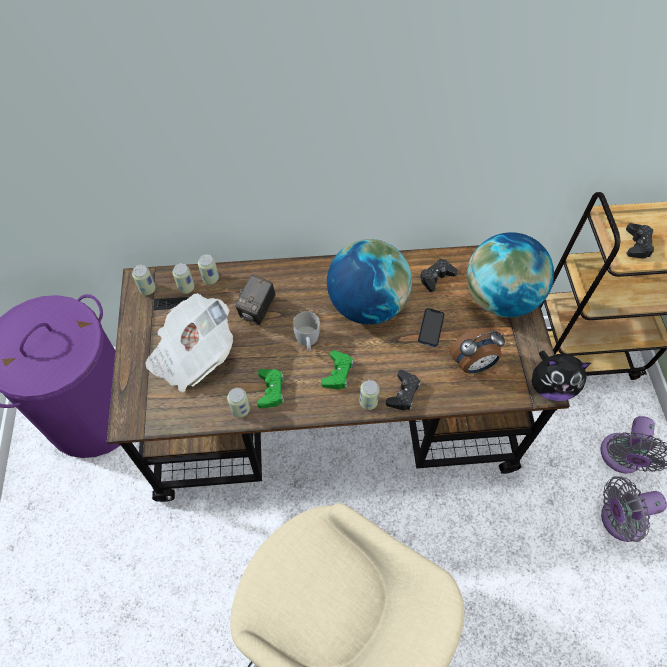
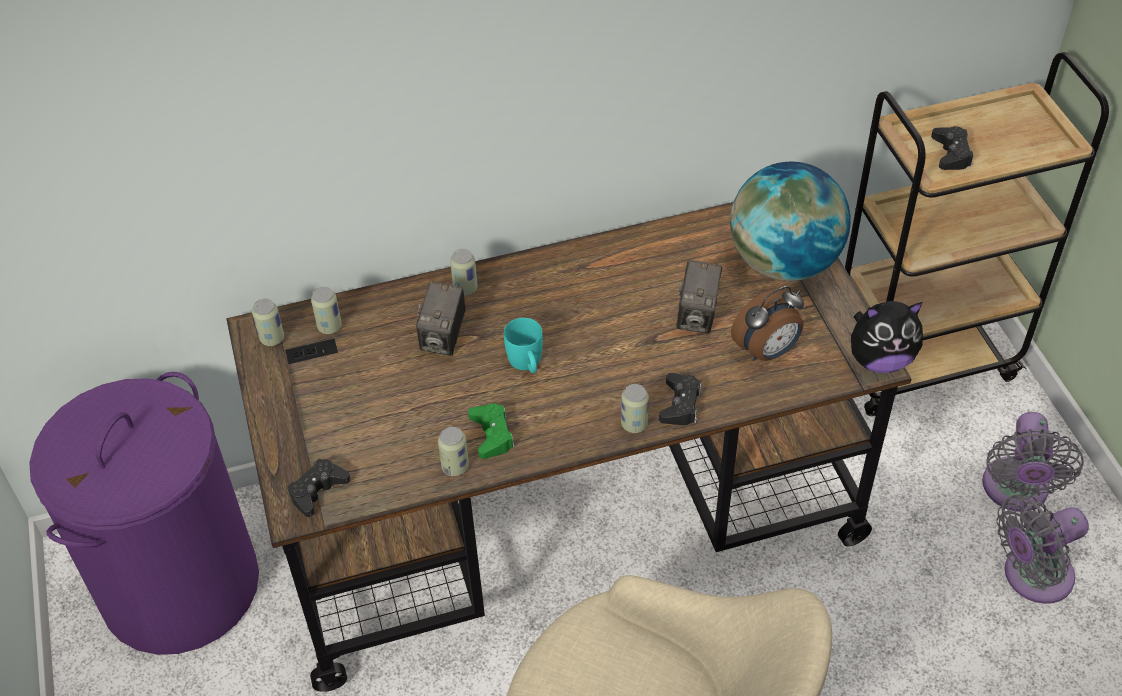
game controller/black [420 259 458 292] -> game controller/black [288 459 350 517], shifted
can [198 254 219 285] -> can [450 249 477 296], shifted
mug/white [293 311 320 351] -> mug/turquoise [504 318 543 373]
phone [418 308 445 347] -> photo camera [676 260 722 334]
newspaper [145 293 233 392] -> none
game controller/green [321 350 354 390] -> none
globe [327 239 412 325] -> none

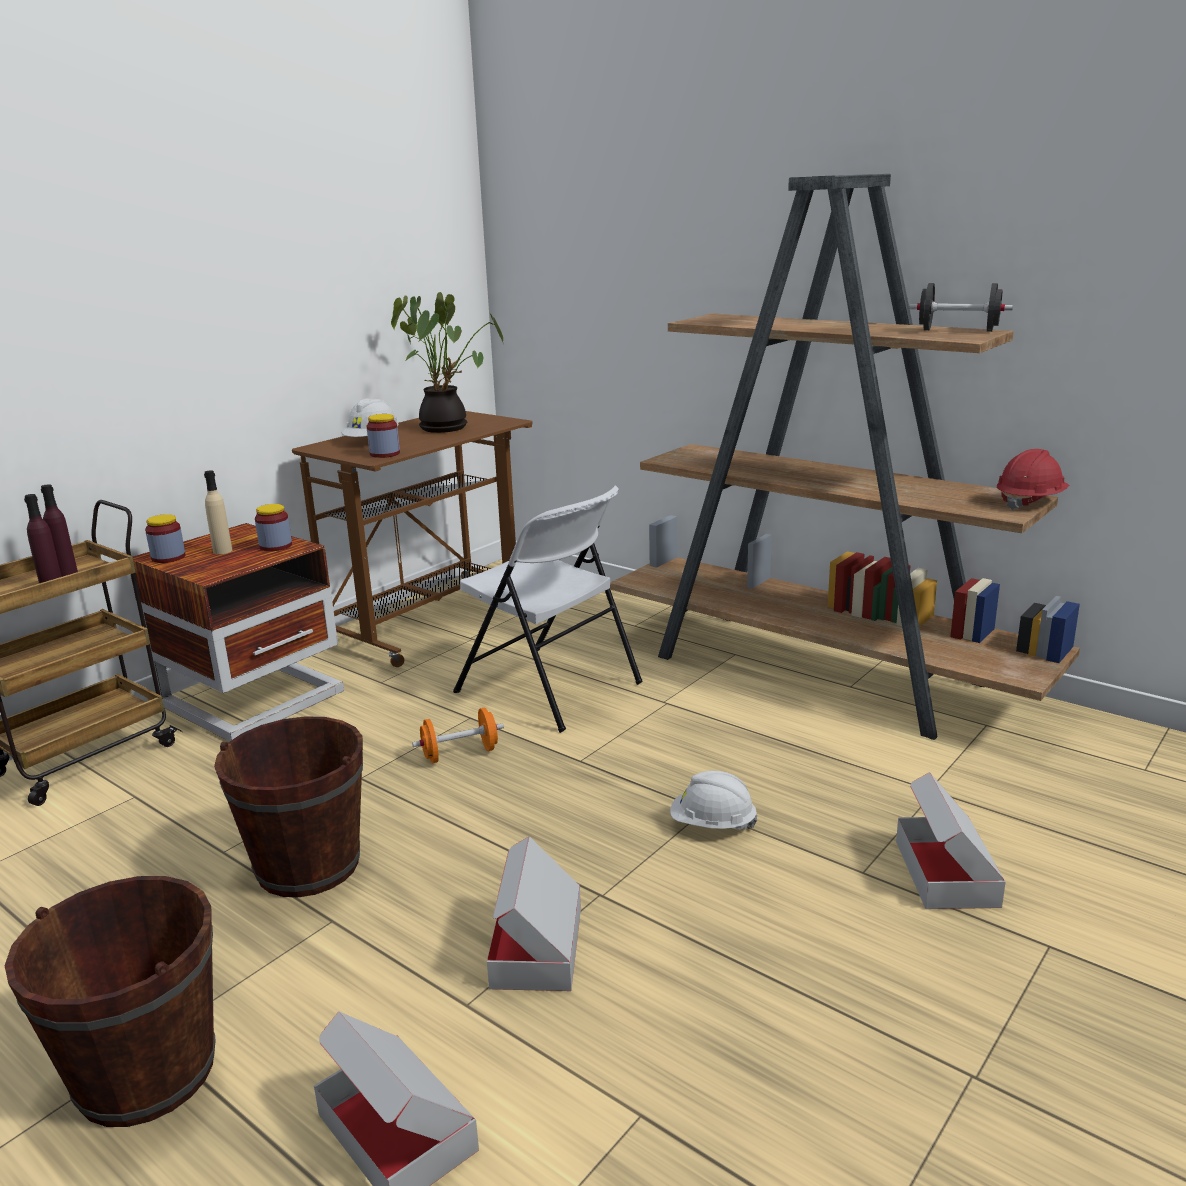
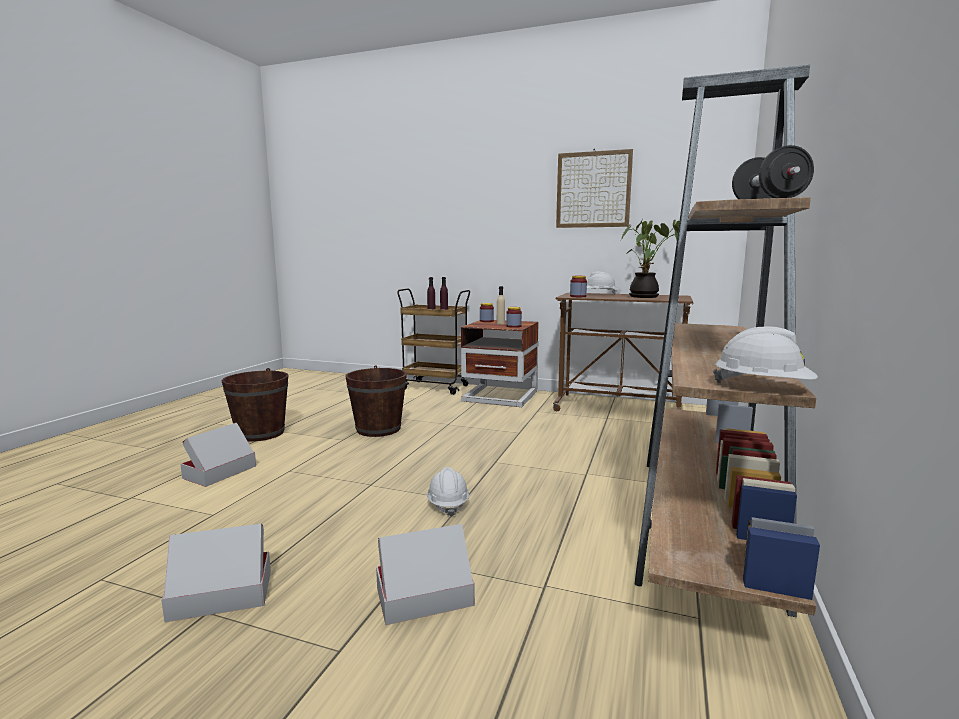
cardboard box [487 836 581 991] -> cardboard box [161 524 271 622], shifted
none -> picture [556 149 633 228]
hard hat/red [997 449 1069 510] -> hard hat/white [713 326 818 383]
dumbbell/orange [412 707 504 763] -> none
chair/white [453 485 643 733] -> none

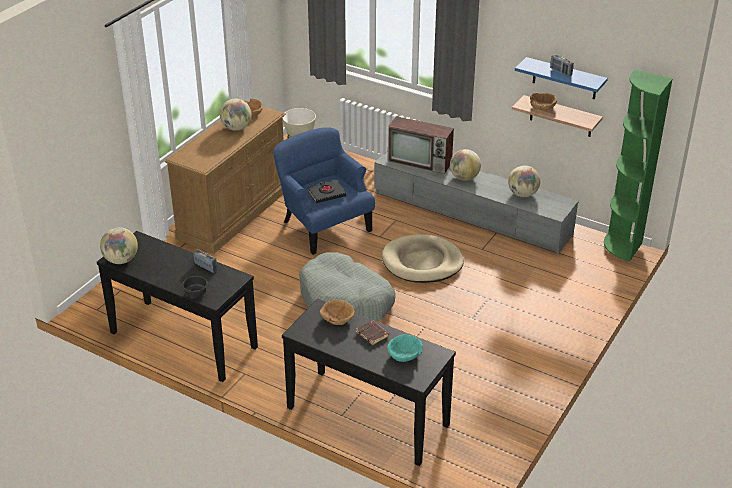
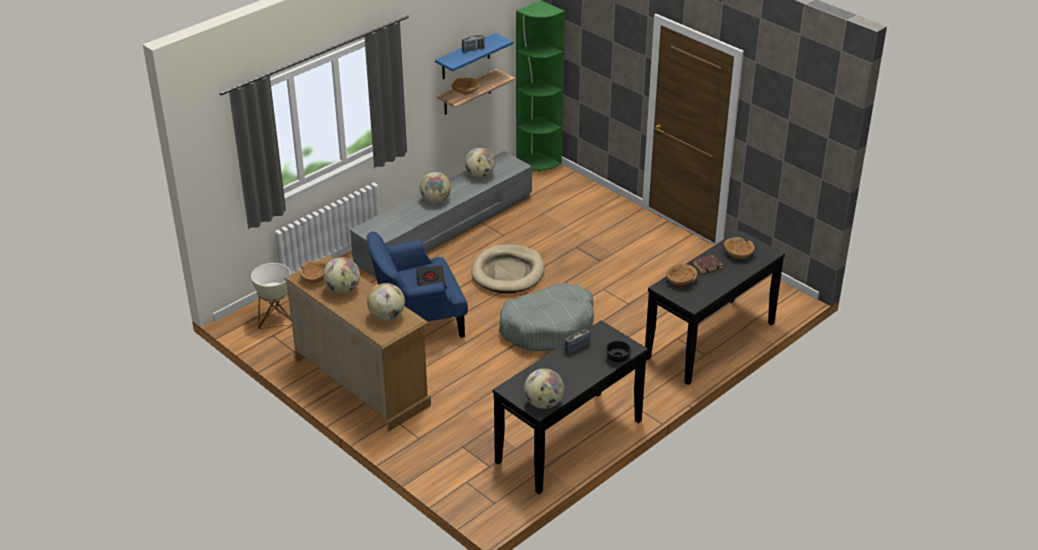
none -> globe [367 283 405 321]
bowl/turquoise [387 334 423 362] -> bowl/brown [724 237 755 259]
television [388 116 454 174] -> none

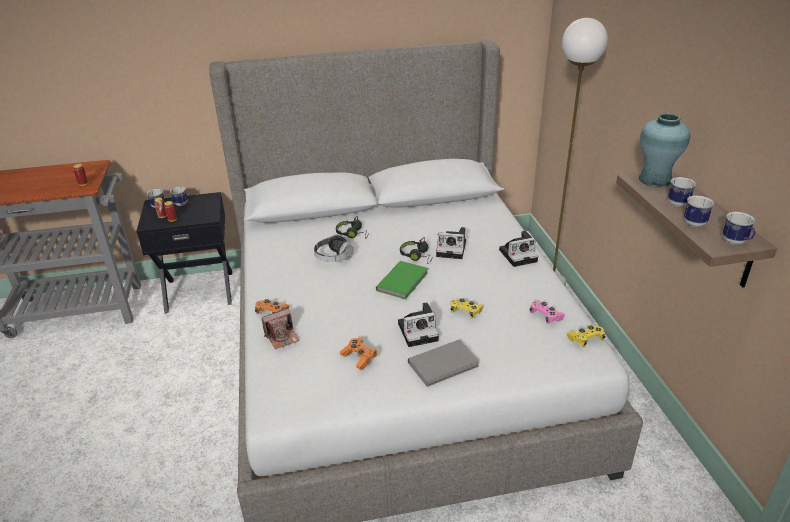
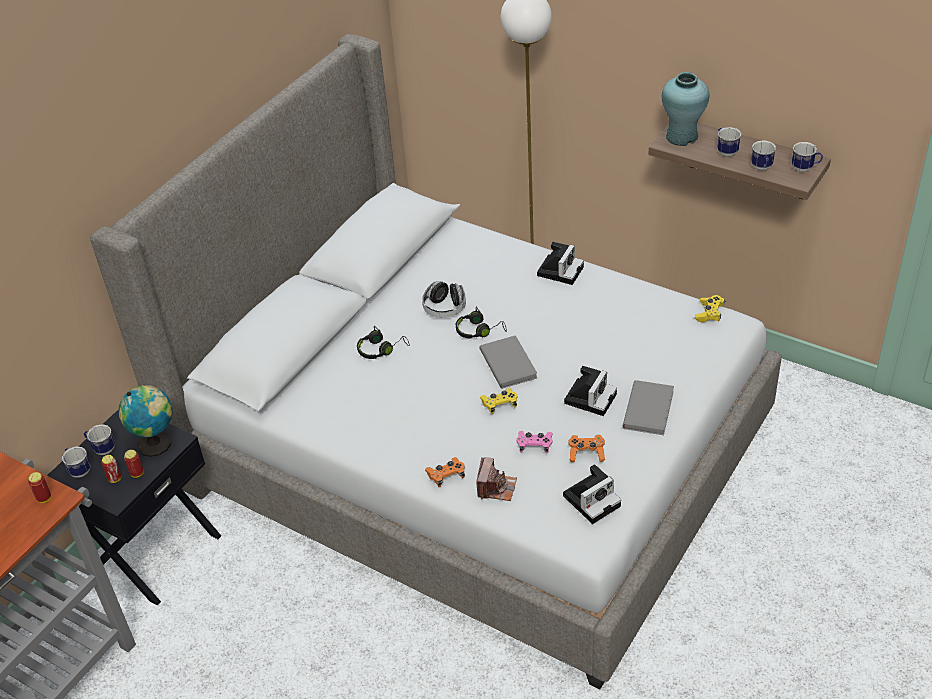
none -> globe [119 385 172 457]
headphones [314 234 353 262] -> headphones [422 281 466 318], shifted
book/green [376 261 428 299] -> book/grey [479 335 537 389]
game controller/yellow [451 298 484 319] -> game controller/yellow [480 388 517 414], shifted
game controller/pink [529 301 565 324] -> game controller/pink [516 431 553 453], shifted
photo camera [436 227 466 259] -> photo camera [563 464 621 524], shifted

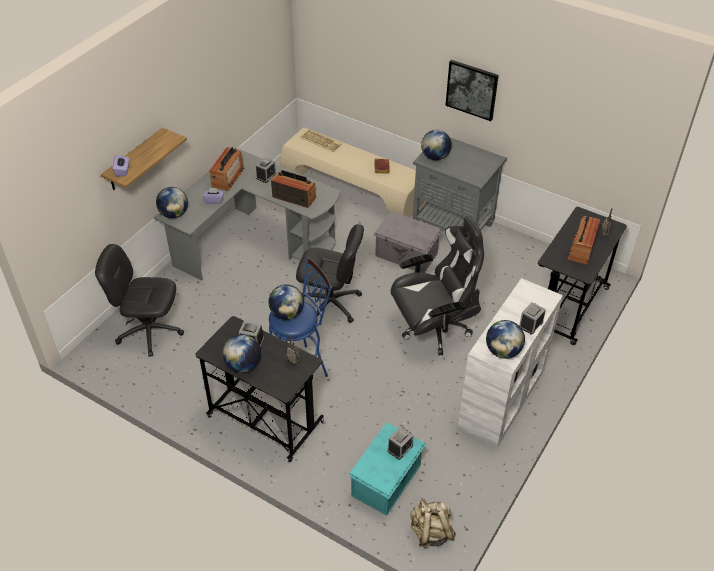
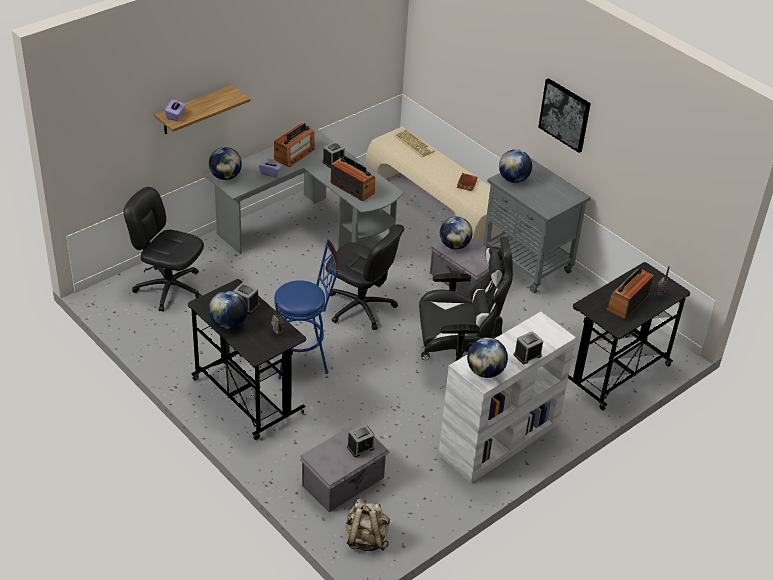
storage box/turquoise [349 423 426 516] -> storage box/grey [300 421 390 512]
globe [268 284 304 320] -> globe [440 217 473 249], shifted

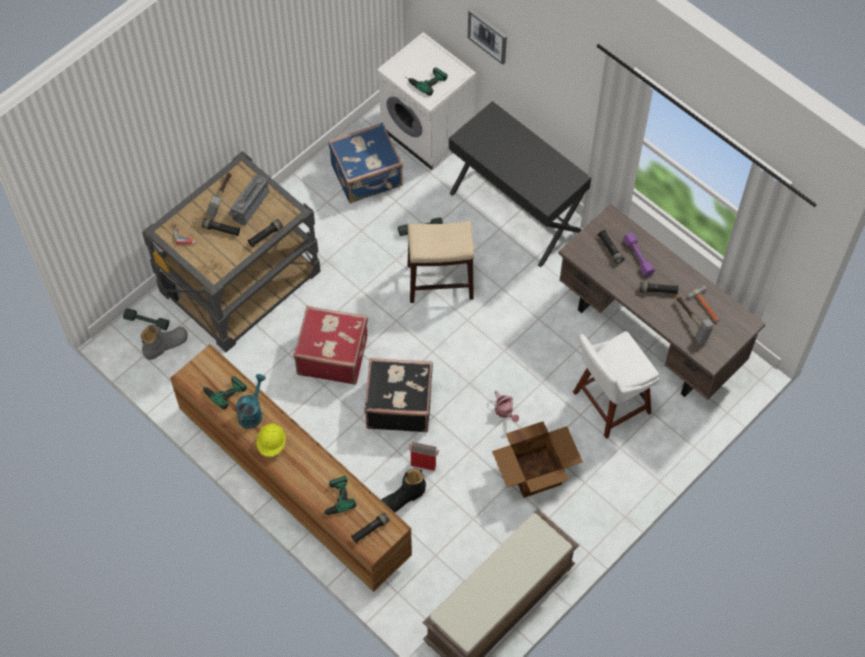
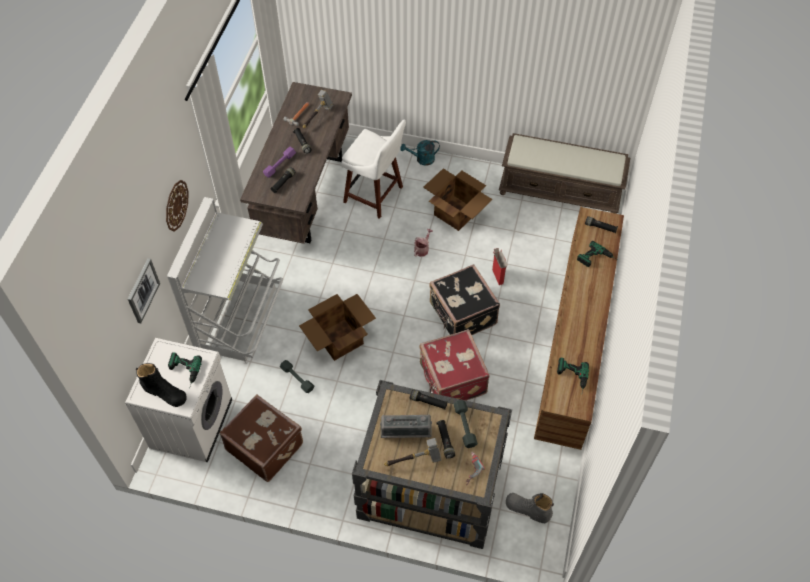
boot/black [381 469 426 512] -> boot/black [136 363 187 407], shifted
none -> wall clock [166 180 189 232]
desk/black [449 101 591 268] -> shoe rack/white [167 197 283 364]
suitcase/blue [328 123 403 203] -> suitcase/brown [219 394 303 482]
stool [408 221 474 303] -> cardboard box [299 294 376 361]
watering can/turquoise [236 374 266 429] -> watering can/turquoise [400 140 440 166], shifted
dumbbell/grey [123 309 169 330] -> dumbbell/grey [454 400 478 448], shifted
hard hat/yellow [257 423 286 457] -> none

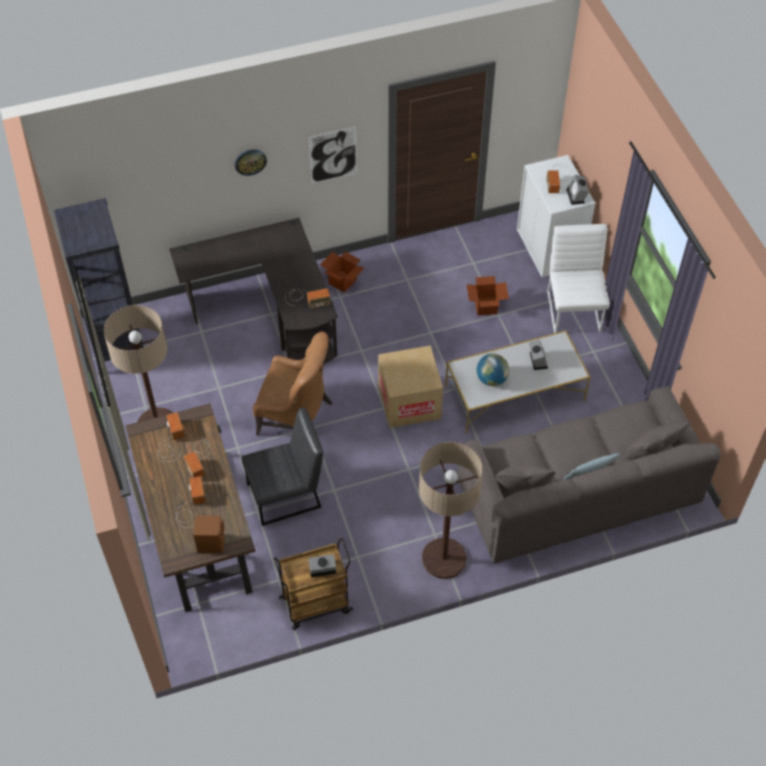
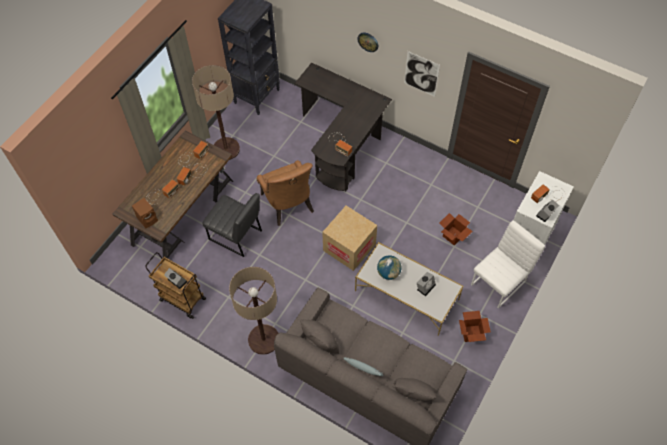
cardboard box [320 252 364 293] -> cardboard box [459 311 491 342], shifted

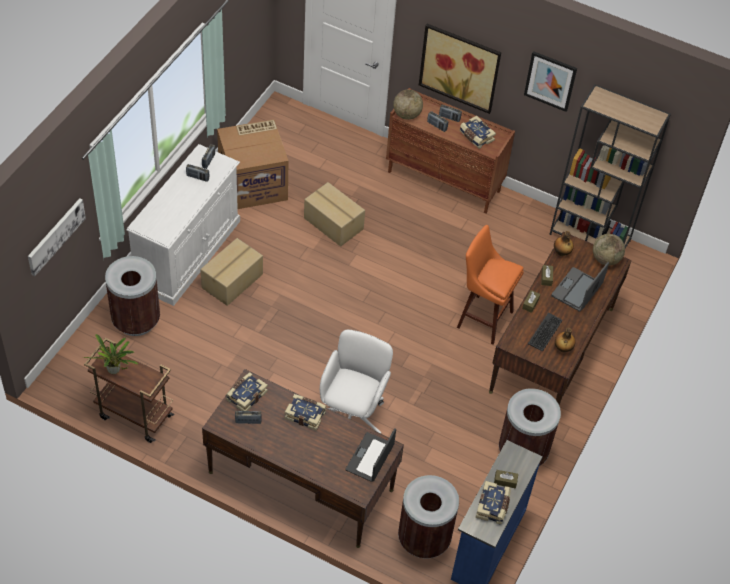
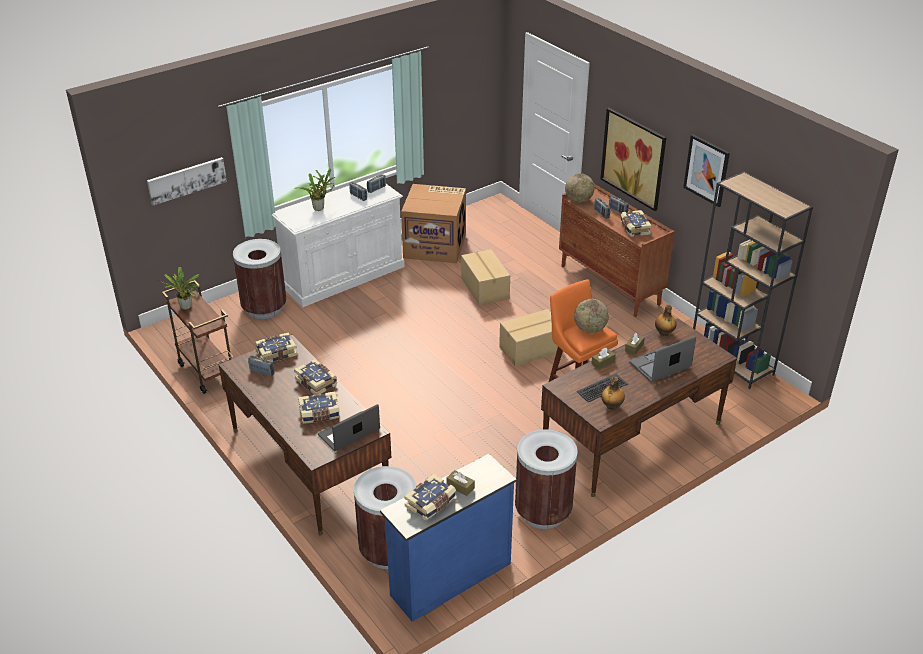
none -> potted plant [294 168 335 211]
none -> book [298 391 340 424]
cardboard box [200 238 263 306] -> cardboard box [499 309 564 366], shifted
globe [593 234 625 266] -> globe [574 299 609 333], shifted
office chair/white [320 330 393 434] -> none

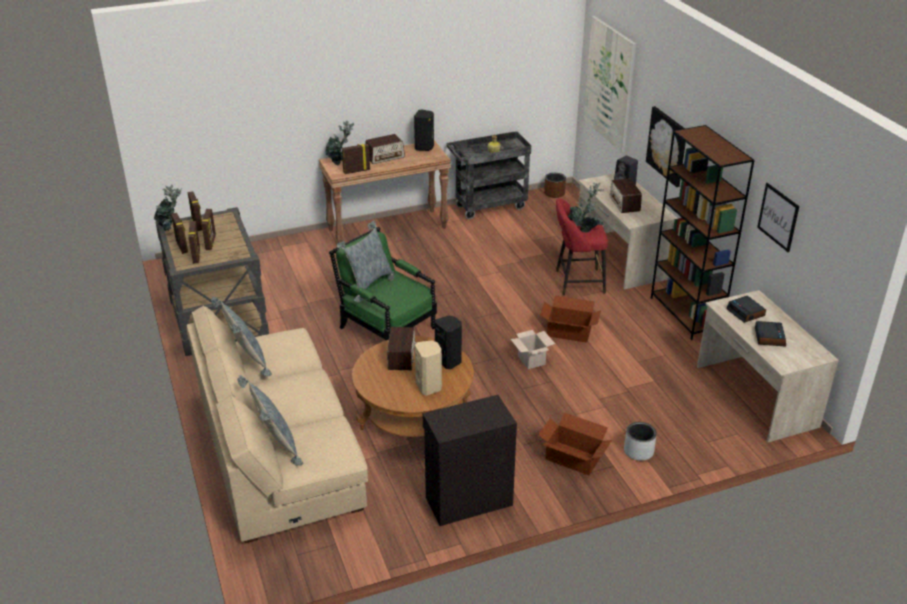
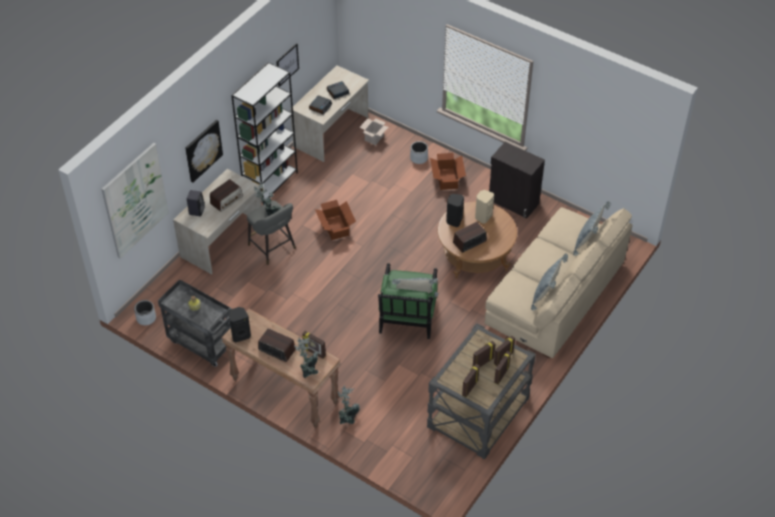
planter/brown [544 173 566 198] -> planter/grey [134 300 156 325]
bookcase/brown [651 125 755 340] -> bookcase/white [231 62 298 205]
stool/red [556 198 608 295] -> stool/grey [247 200 296 265]
potted plant [154 185 182 231] -> potted plant [337 385 360 424], shifted
cardboard box [511 330 555 369] -> cardboard box [360 118 388 145], shifted

